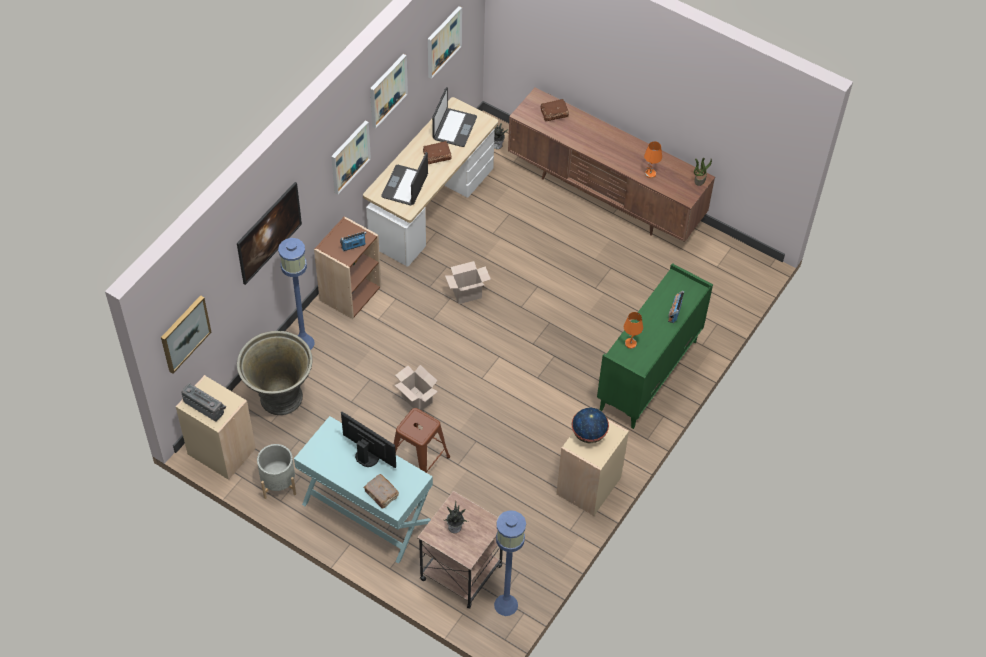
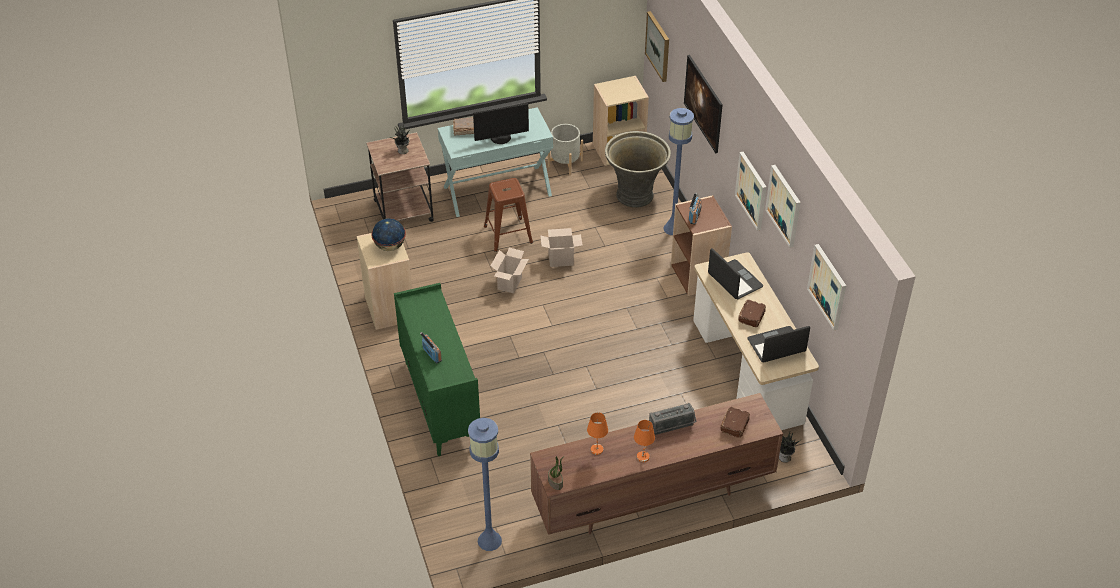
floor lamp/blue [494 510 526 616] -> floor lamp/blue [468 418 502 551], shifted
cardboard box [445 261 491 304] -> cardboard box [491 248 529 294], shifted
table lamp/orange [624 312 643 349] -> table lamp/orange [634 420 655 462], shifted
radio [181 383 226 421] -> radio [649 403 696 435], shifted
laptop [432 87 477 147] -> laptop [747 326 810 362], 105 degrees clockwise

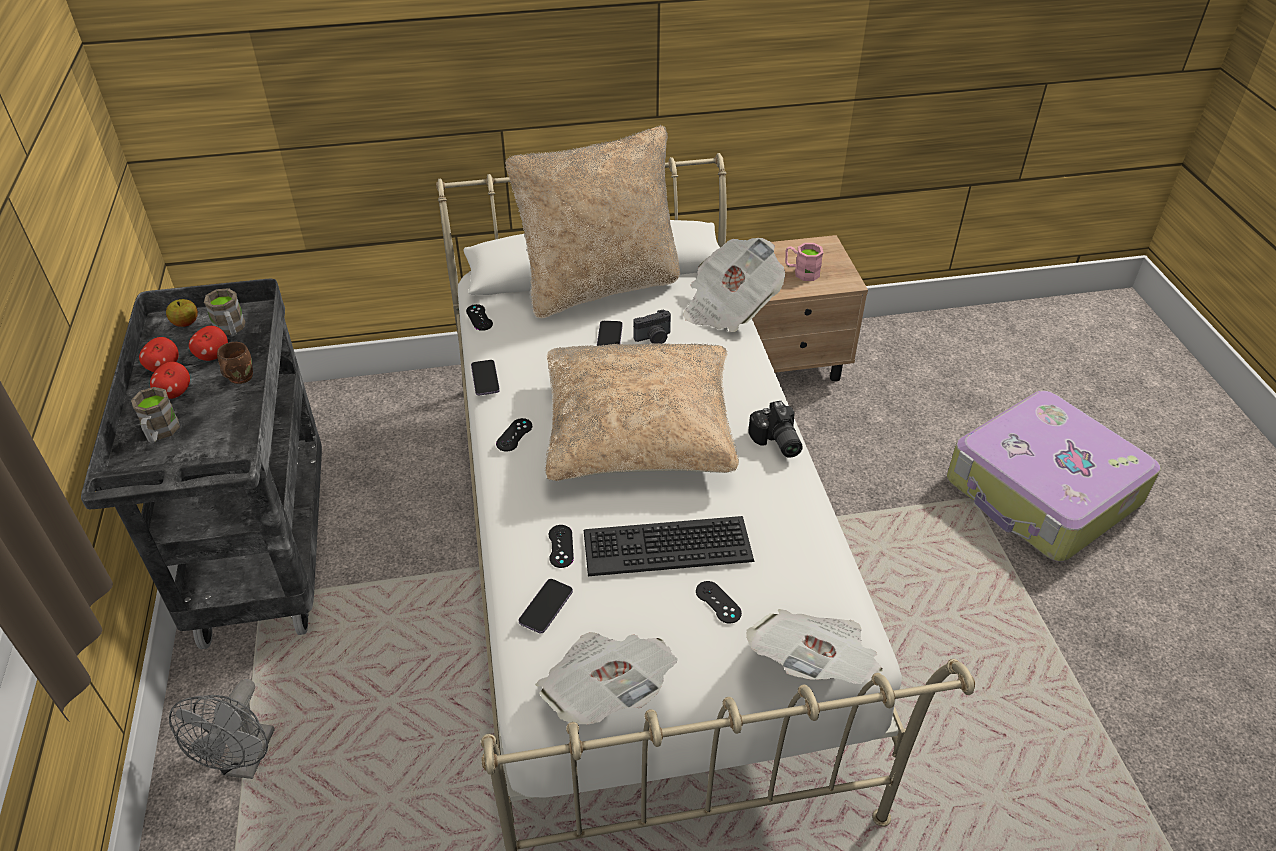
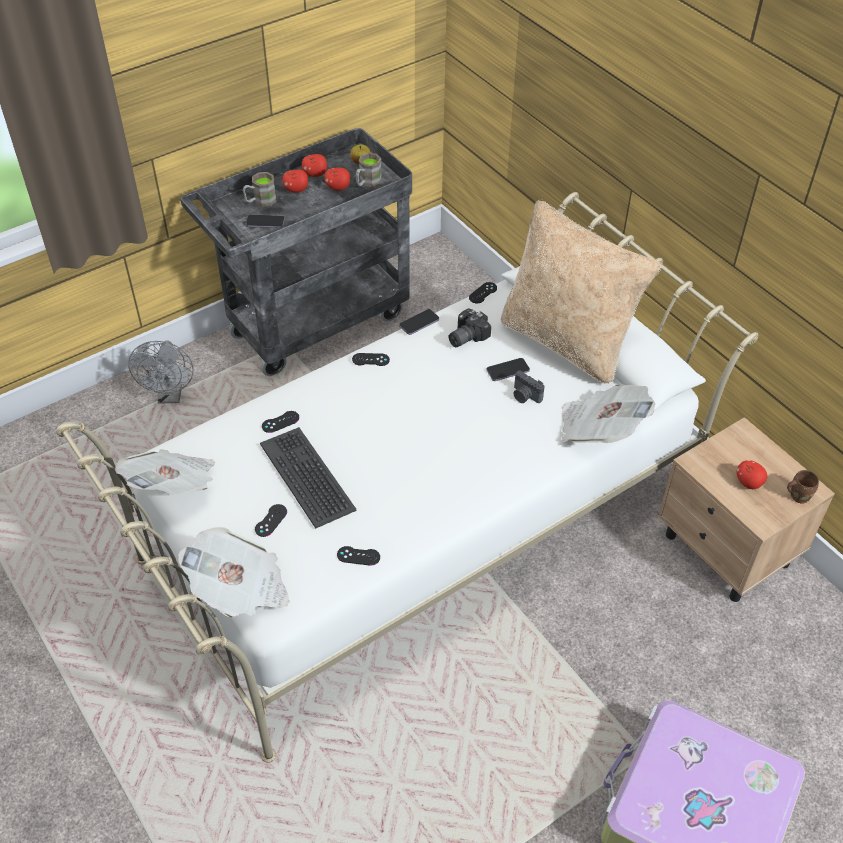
fan/grey [169 679 275 779] -> fan/grey [128 341 194 403], 75 degrees counterclockwise
phone [518 579 573 633] -> phone [246 214 285 228], shifted
none -> game controller/black [337 546 380 566]
photo camera [748 401 803 458] -> photo camera [449 308 491 347], shifted
mug/pink [785 243 823 281] -> apple [737 460 767 489]
mug/brown [217 342 253 384] -> mug/brown [787 470 819 504], shifted
pillow/beige [545 343 739 481] -> none

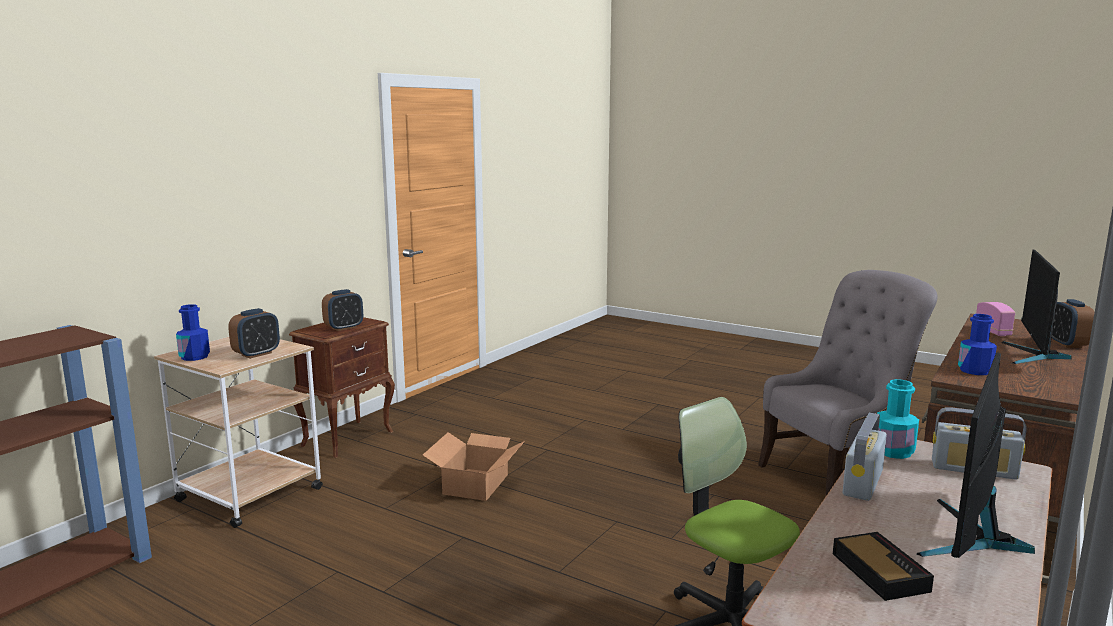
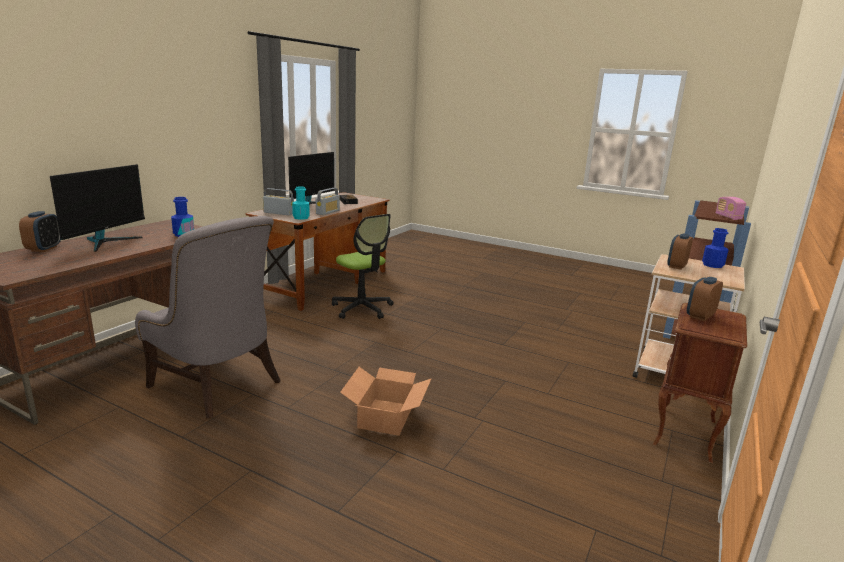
chair/grey [758 270 938 497] -> chair/grey [135 216 281 418], 120 degrees counterclockwise
cardboard box [423 432 525 501] -> cardboard box [340 367 432 436], shifted
radio [976 302 1015 336] -> radio [716 197 746 220], shifted

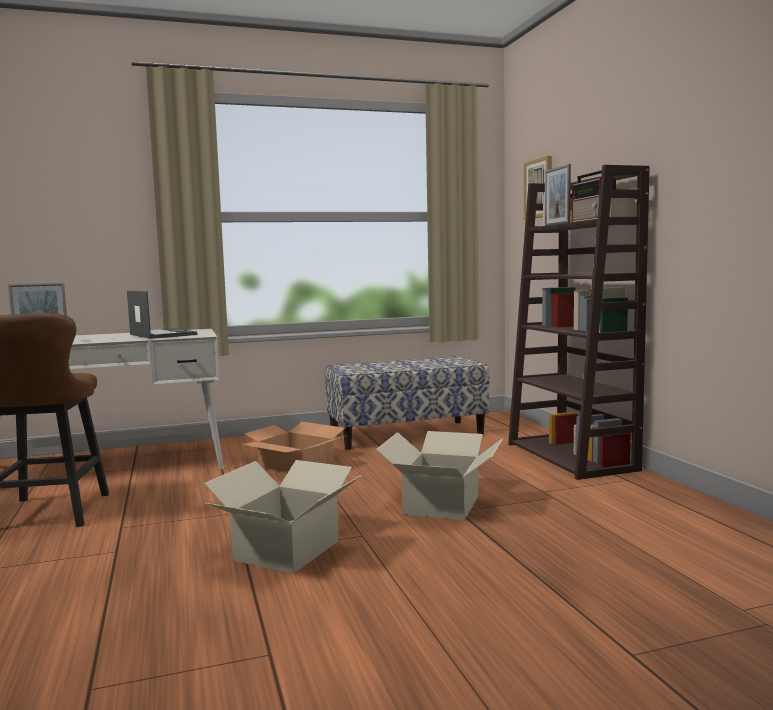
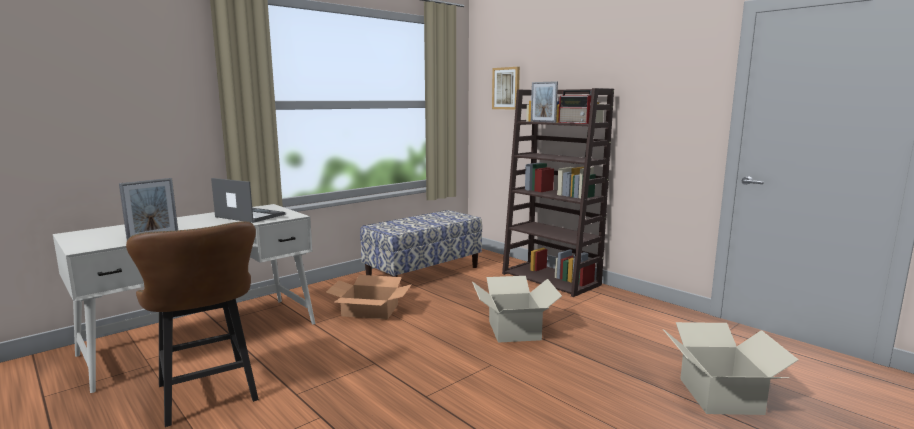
cardboard box [204 460 362 574] -> cardboard box [663 322 799 415], shifted

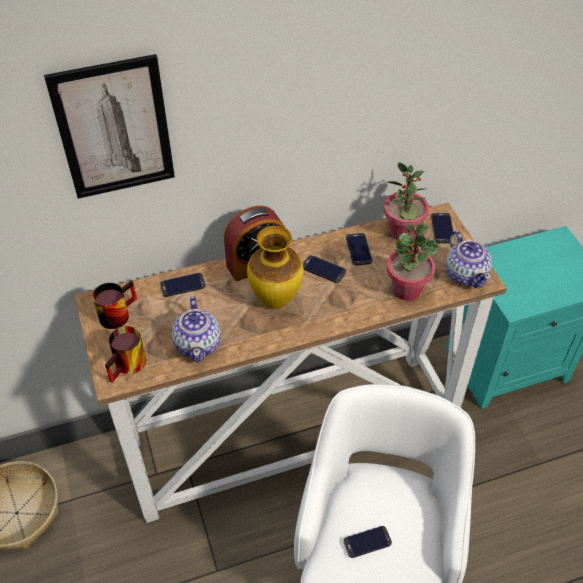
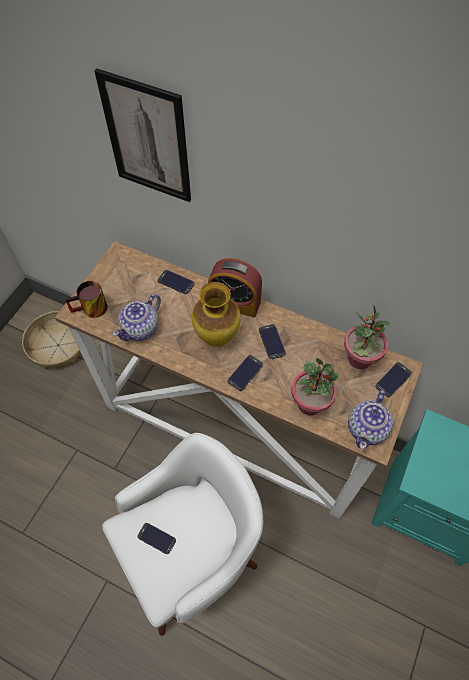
phone [346 233 372 265] -> phone [227 355 263 391], shifted
mug [92 281 137 329] -> none

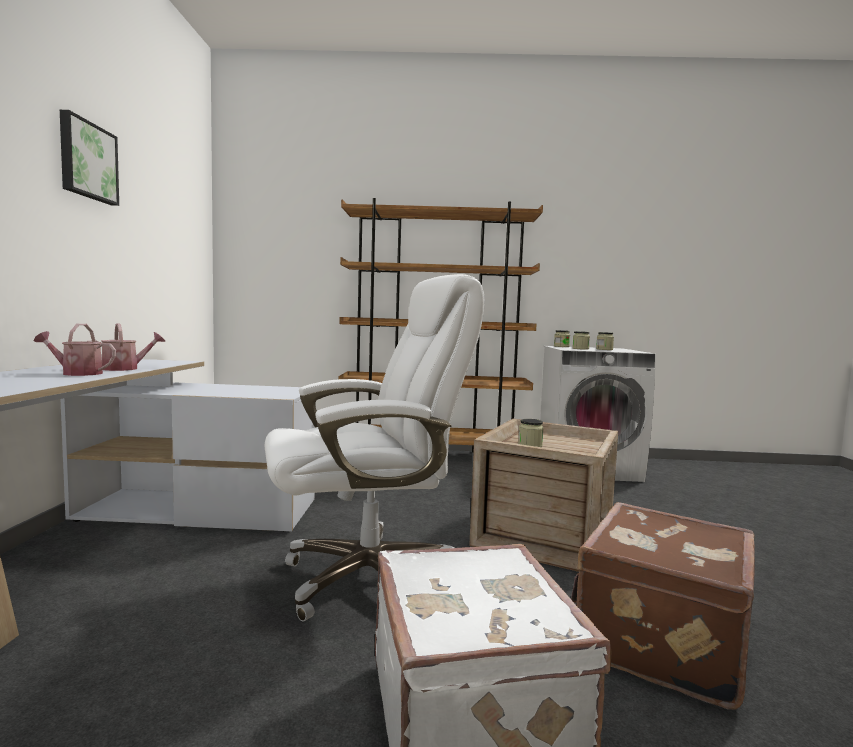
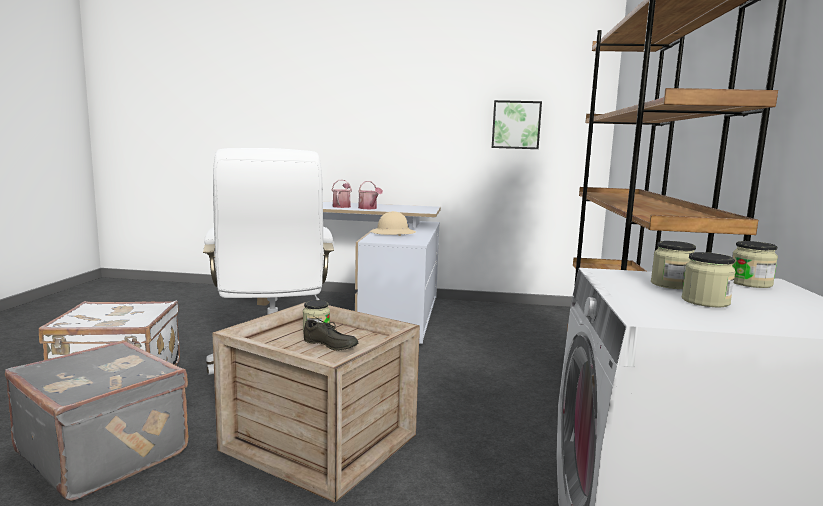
suitcase/brown [571 502 755 710] -> suitcase/grey [5 340 188 501]
none -> shoe/grey [303 316 358 351]
none -> hard hat/beige [370 211 416 236]
picture [60 110 119 206] -> picture [492 100 542 149], shifted

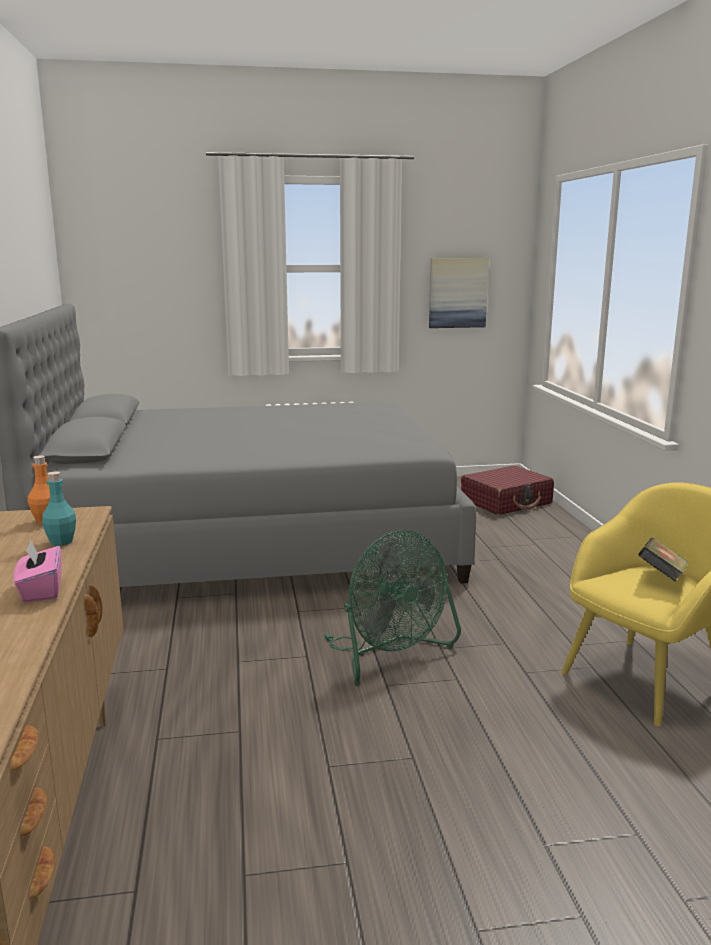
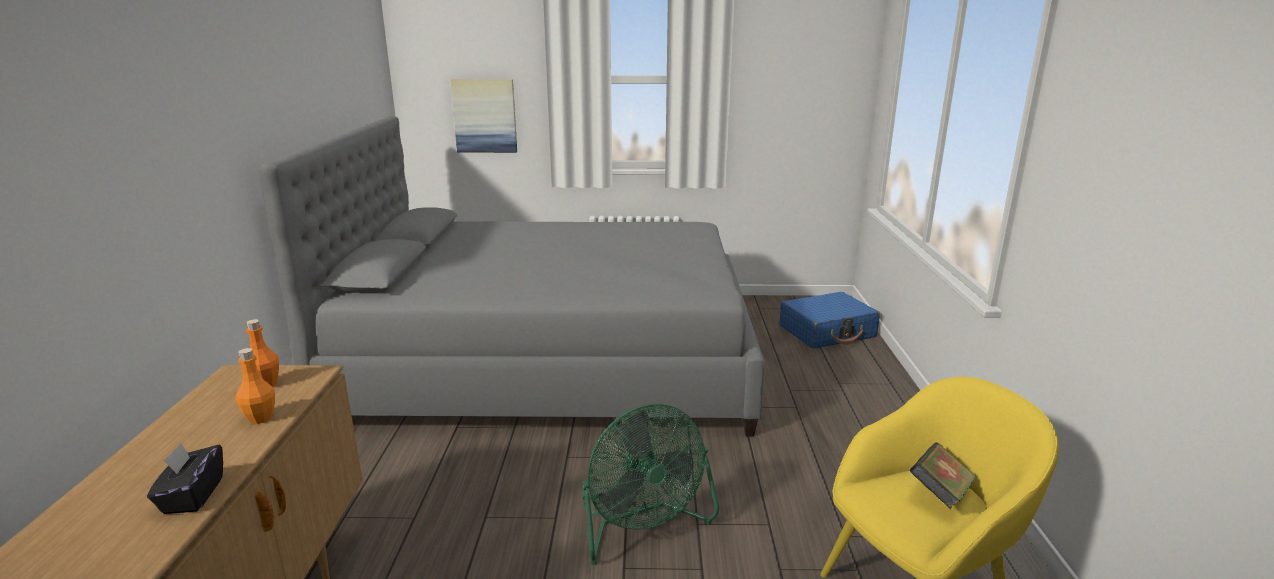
tissue box/pink [14 540 62 603] -> tissue box/black [147 443 223 514]
bottle/turquoise [42 471 76 546] -> bottle/orange [236 348 275 424]
picture [429 258 489 328] -> picture [450 79 517 153], shifted
suitcase/red [461 465 554 515] -> suitcase/blue [780 292 880 349]

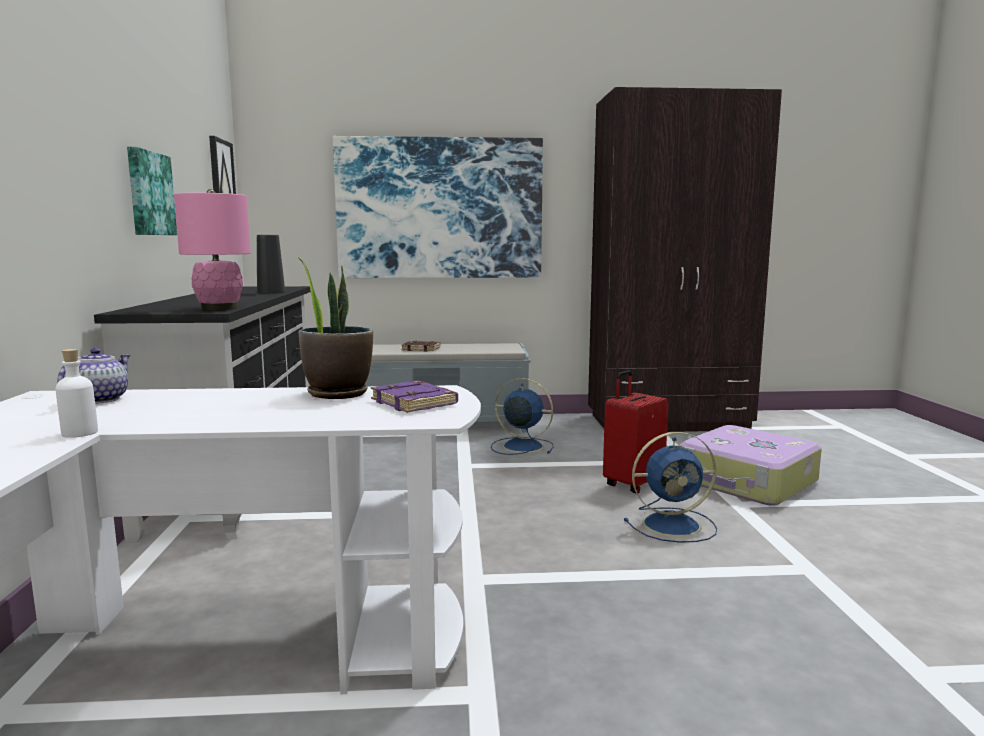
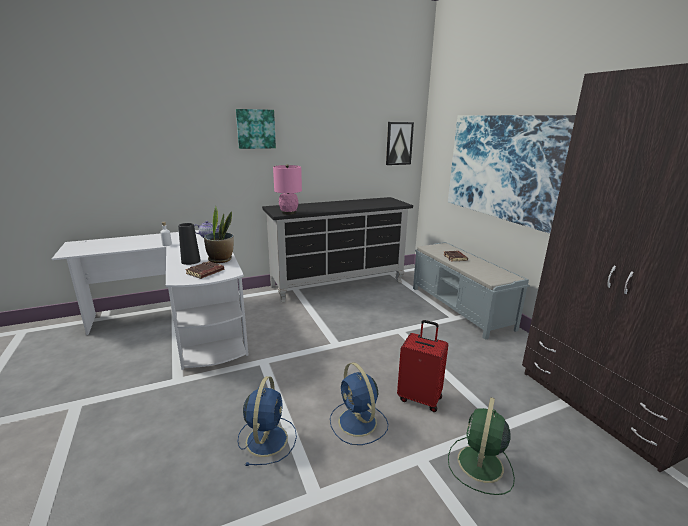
vase/black [257 235 285 294] -> vase/black [178 223 201 265], shifted
book/purple [371 381 458 413] -> book/brown [185 261 224 279]
picture [127 147 177 235] -> picture [236 109 276 149], shifted
fan/blue [491 378 554 455] -> fan/blue [238 376 297 466], shifted
suitcase [680 425 822 506] -> fan/green [448 397 515 495]

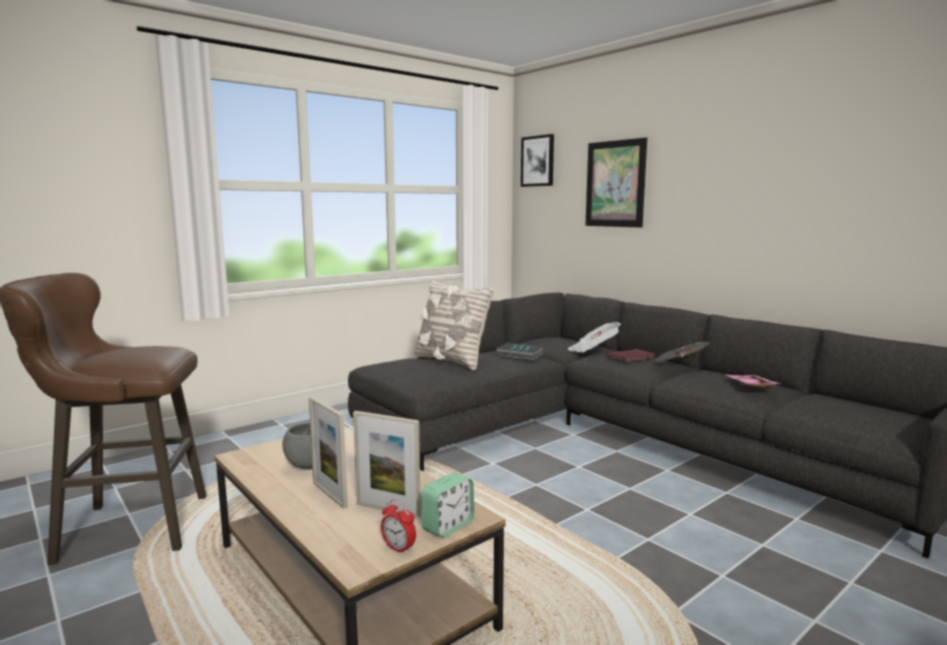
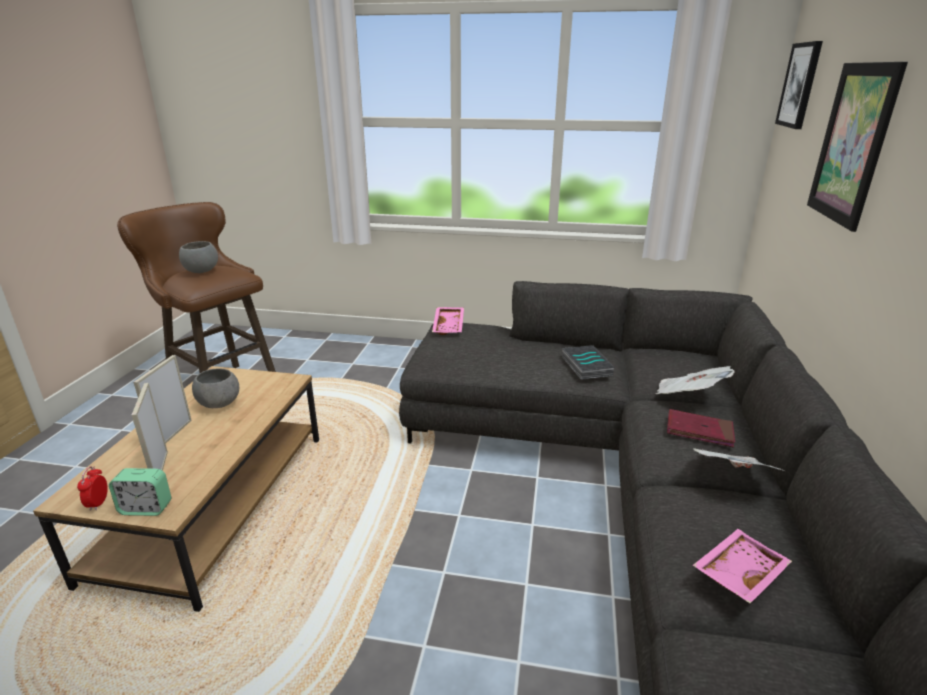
none -> bowl/grey [179 241 218 273]
none -> tray/pink [432 307 464 335]
pillow/beige [414 281 494 371] -> none

